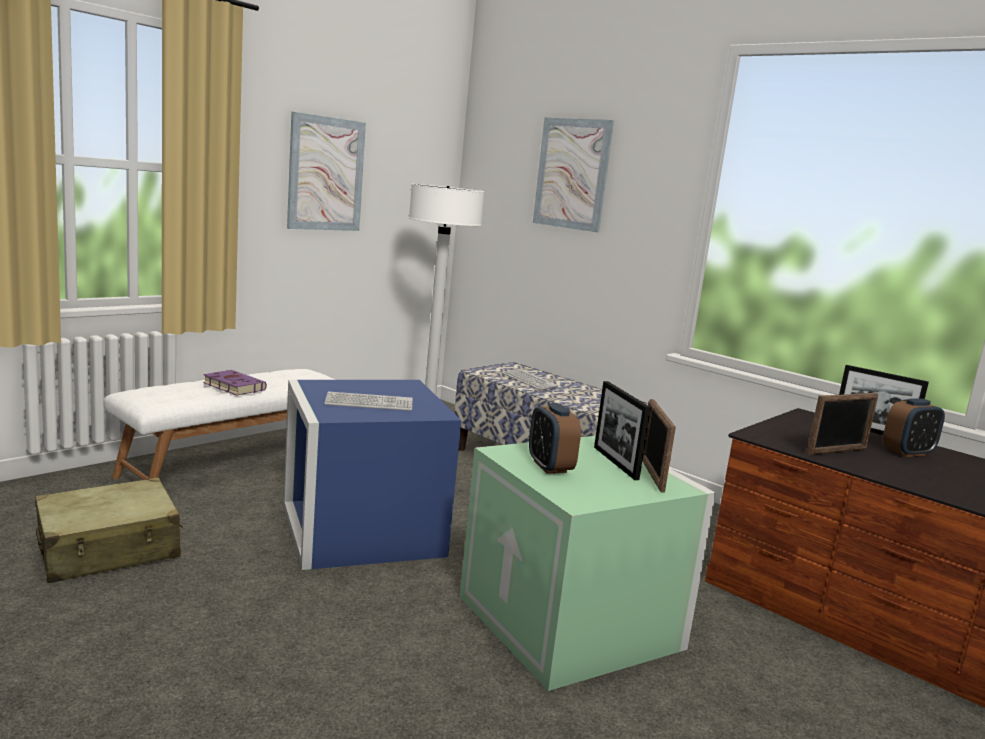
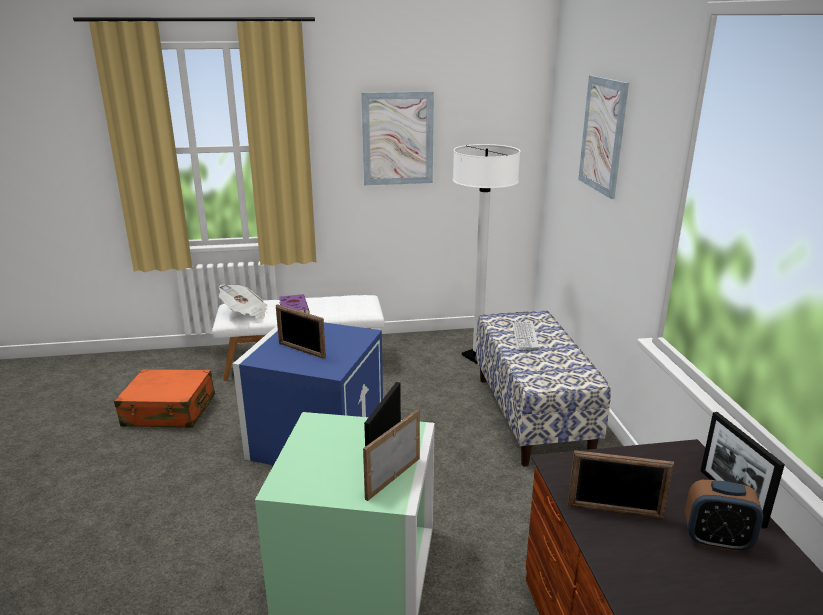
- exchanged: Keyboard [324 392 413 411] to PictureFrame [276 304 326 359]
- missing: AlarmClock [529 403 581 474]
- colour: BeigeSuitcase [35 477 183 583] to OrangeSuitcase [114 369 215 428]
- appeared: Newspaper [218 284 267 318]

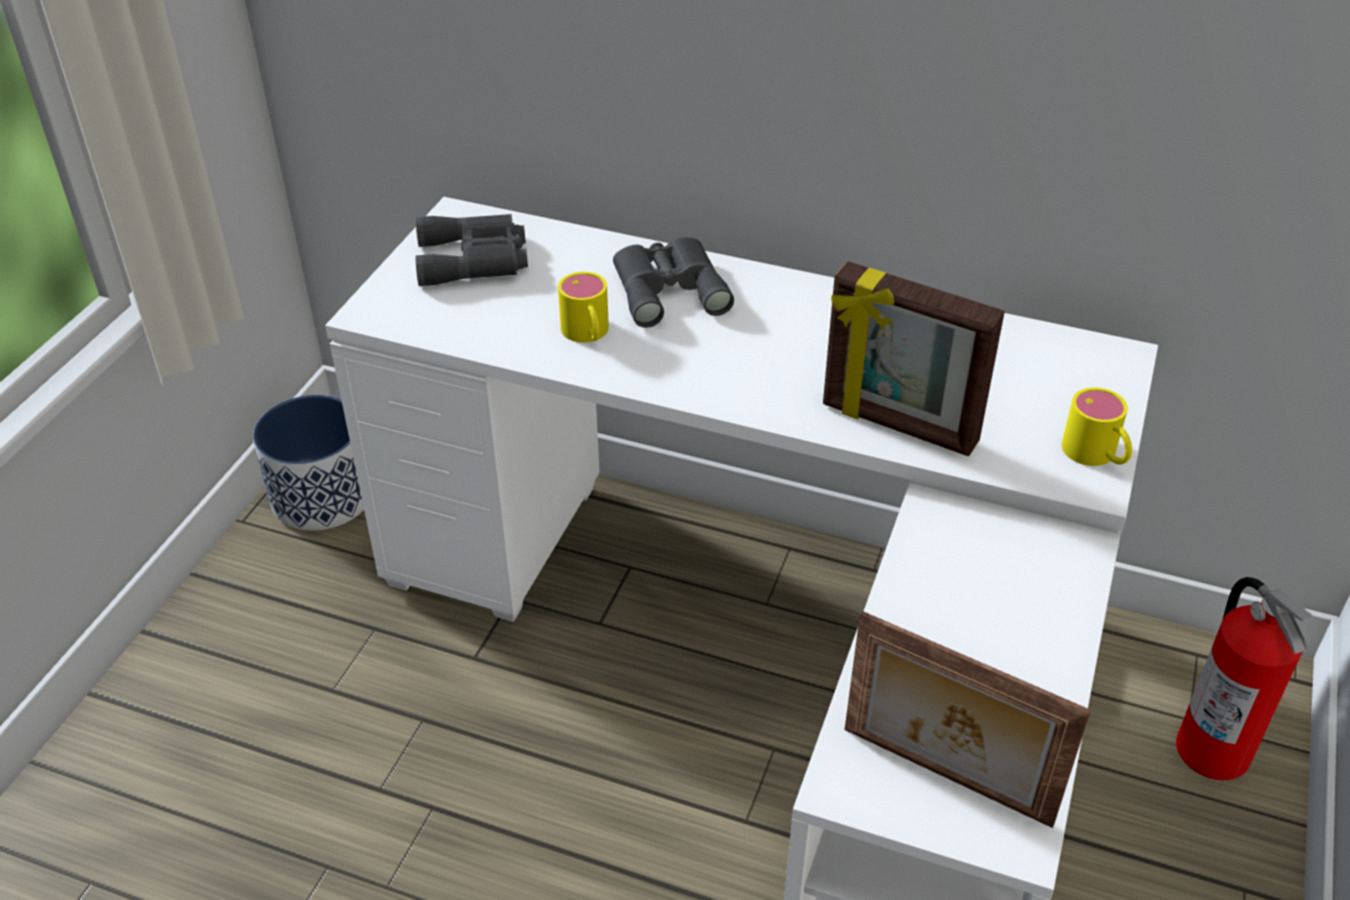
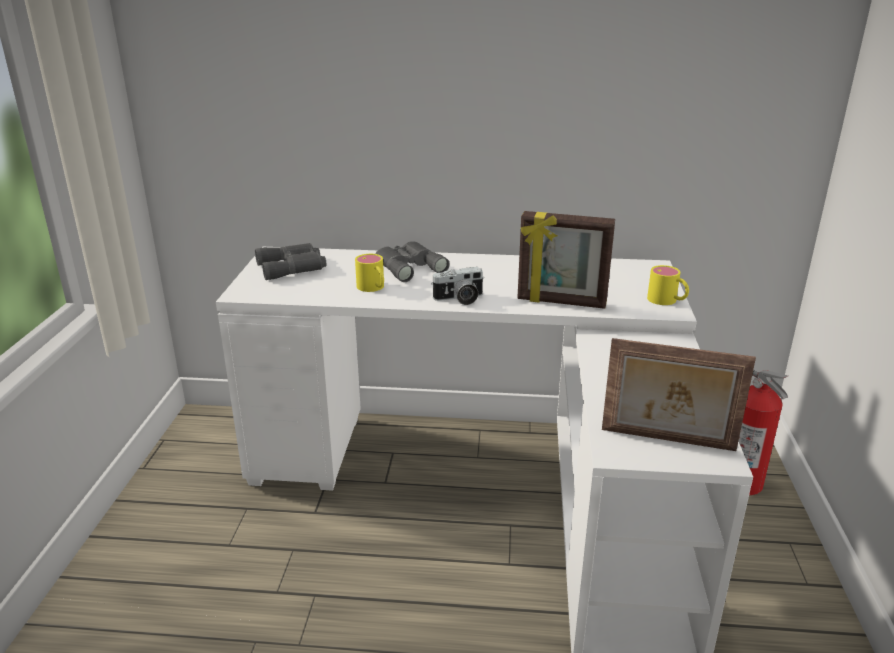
- missing: Planter [253 395 364 531]
- appeared: PhotoCamera [431 267 484 305]

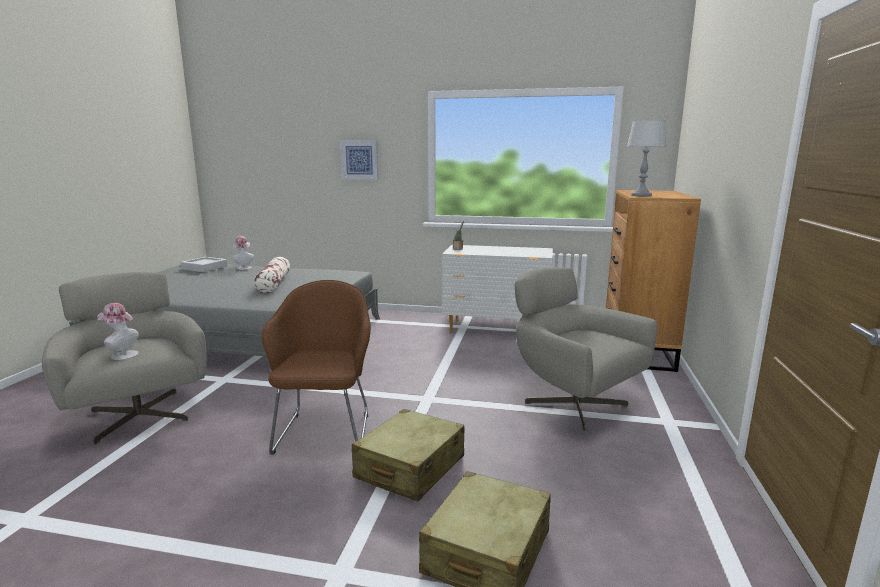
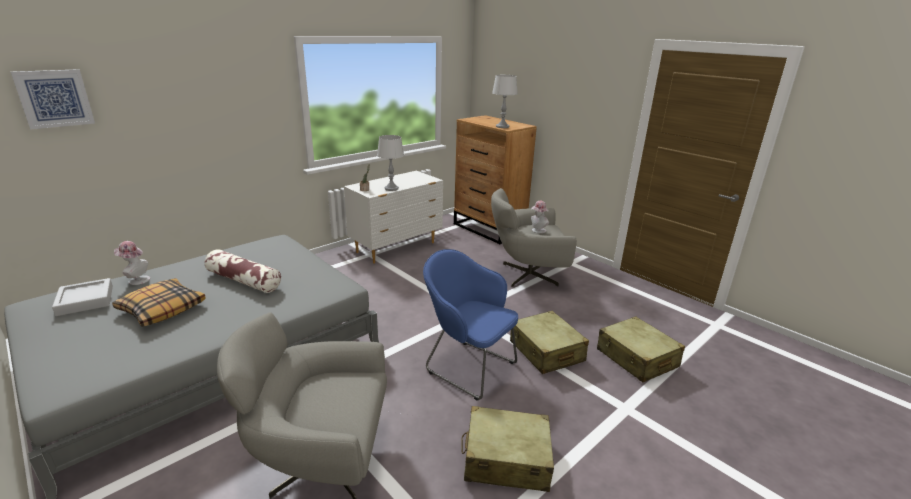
- relocated: Picture [340 140 378 179] to [11 69 95 129]
- colour: BrownArmchair [261 280 371 454] to BlueArmchair [423 249 518 401]
- relocated: Hat [97 303 139 360] to [531 201 549 233]
- appeared: GreyTableLamp [377 135 404 191]
- appeared: Pillow [112 278 206 327]
- appeared: BeigeSuitcase [462 406 554 492]

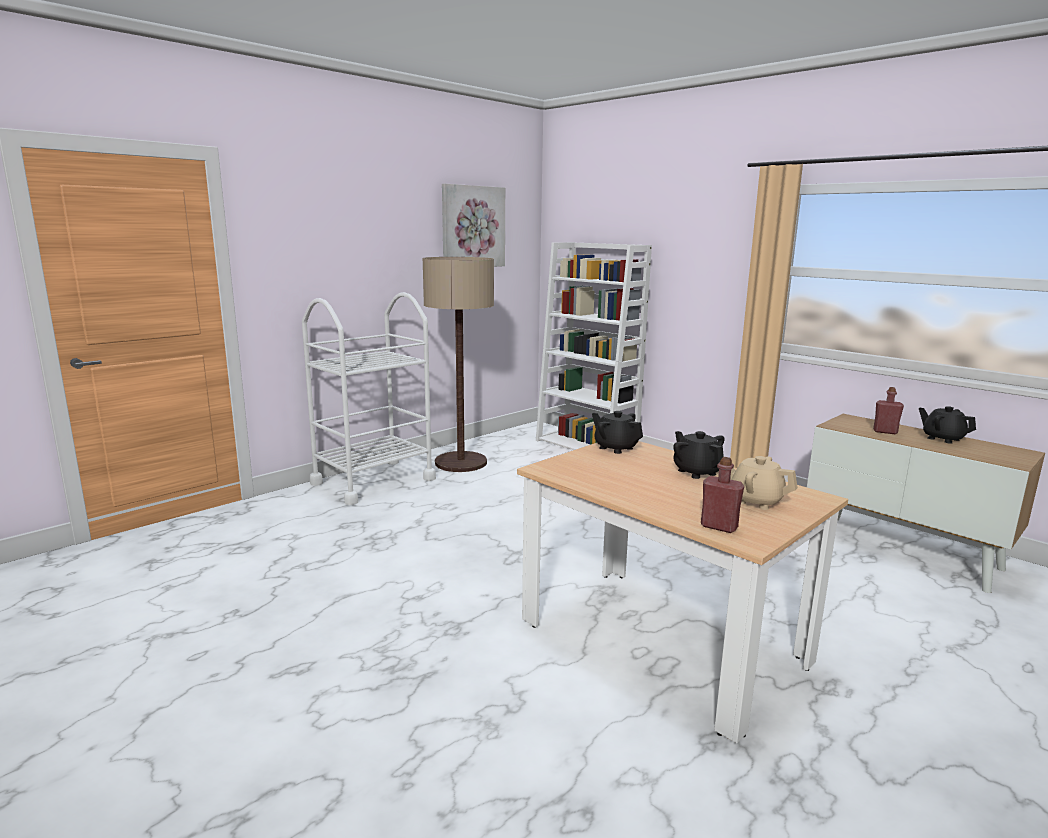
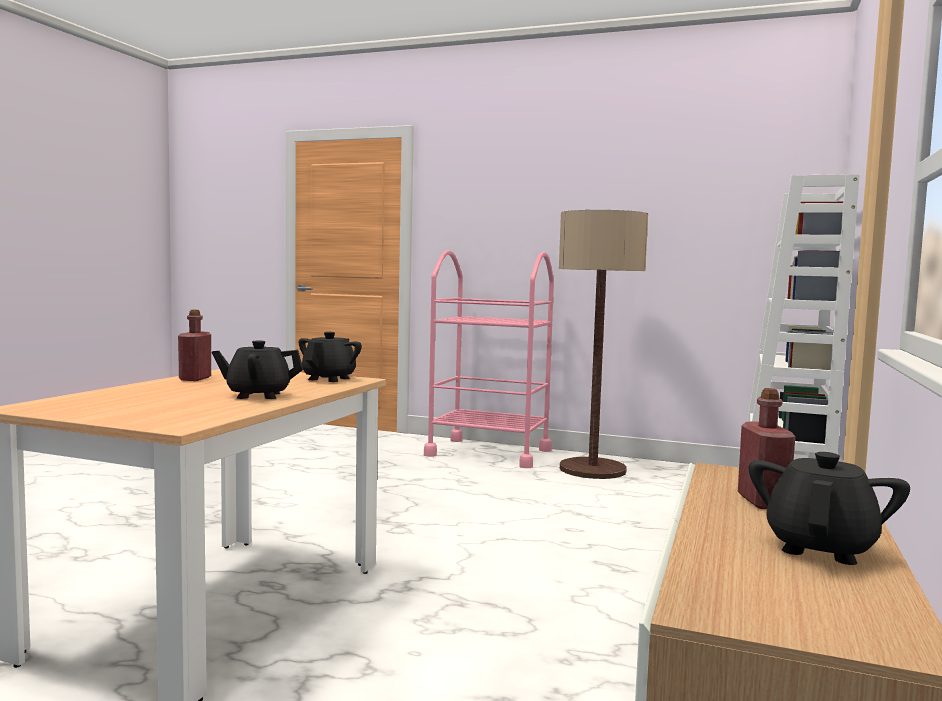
- missing: Picture [442 184 505 267]
- colour: WhiteCart [302 292 436 505] to PinkCart [424 250 554 468]
- spun: BlackTeapot [673 431 725 479] = [212 340 303 399] 135 degrees counterclockwise
- missing: BeigeTeapot [730 456 798 510]
- relocated: RedBottle [701 457 744 533] to [178 310 211 381]

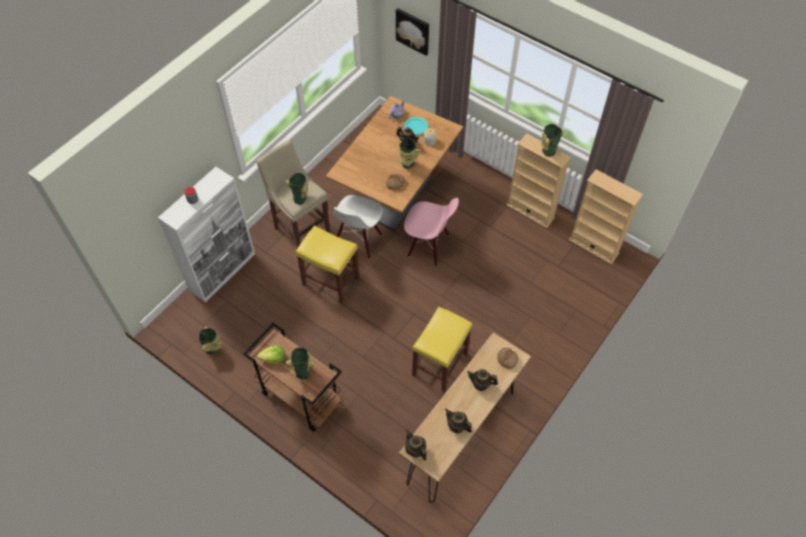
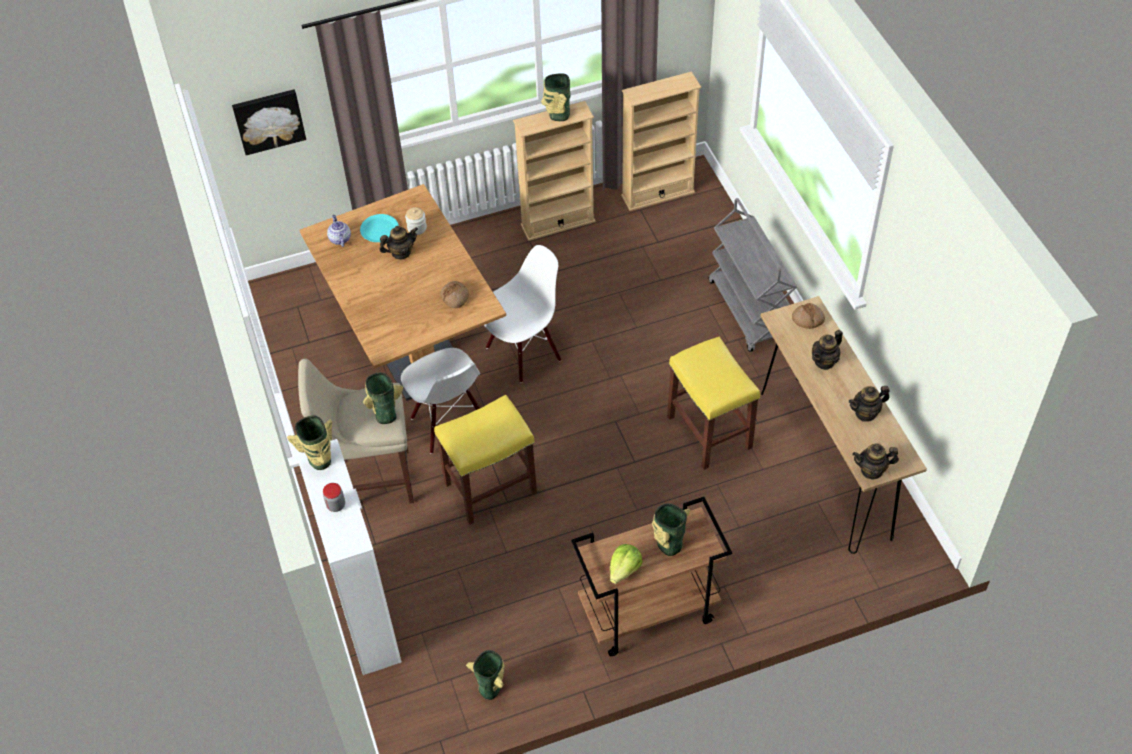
- relocated: Vase [399 138 421 169] to [287 415 332 470]
- colour: PinkChair [404 198 459 266] to WhiteChair [484 245 561 383]
- appeared: GreyCart [709 198 797 352]

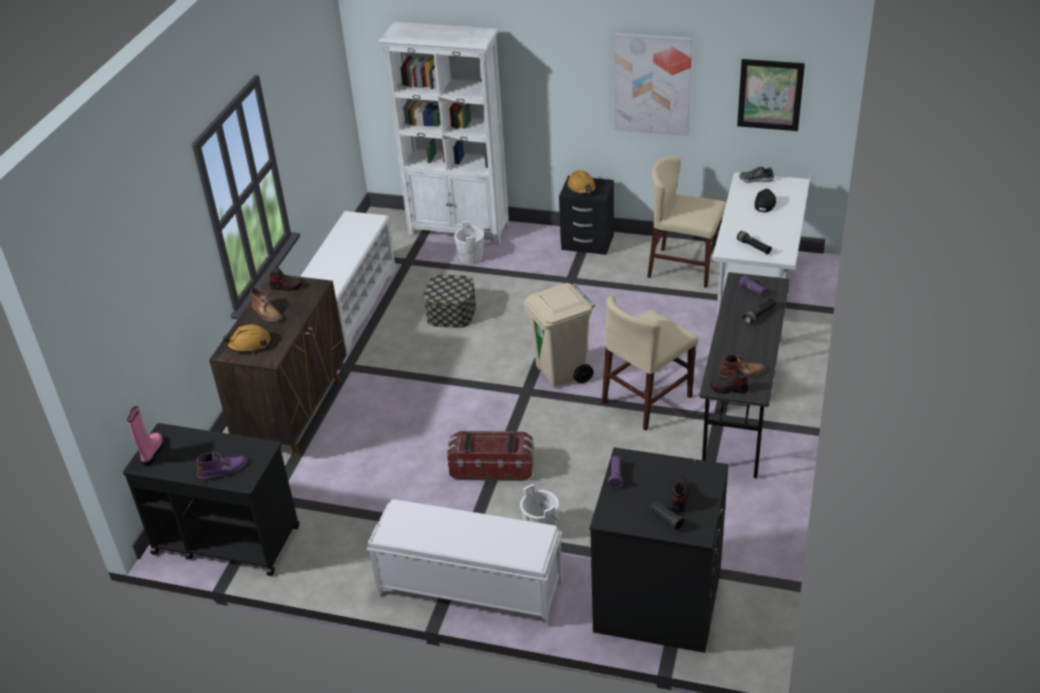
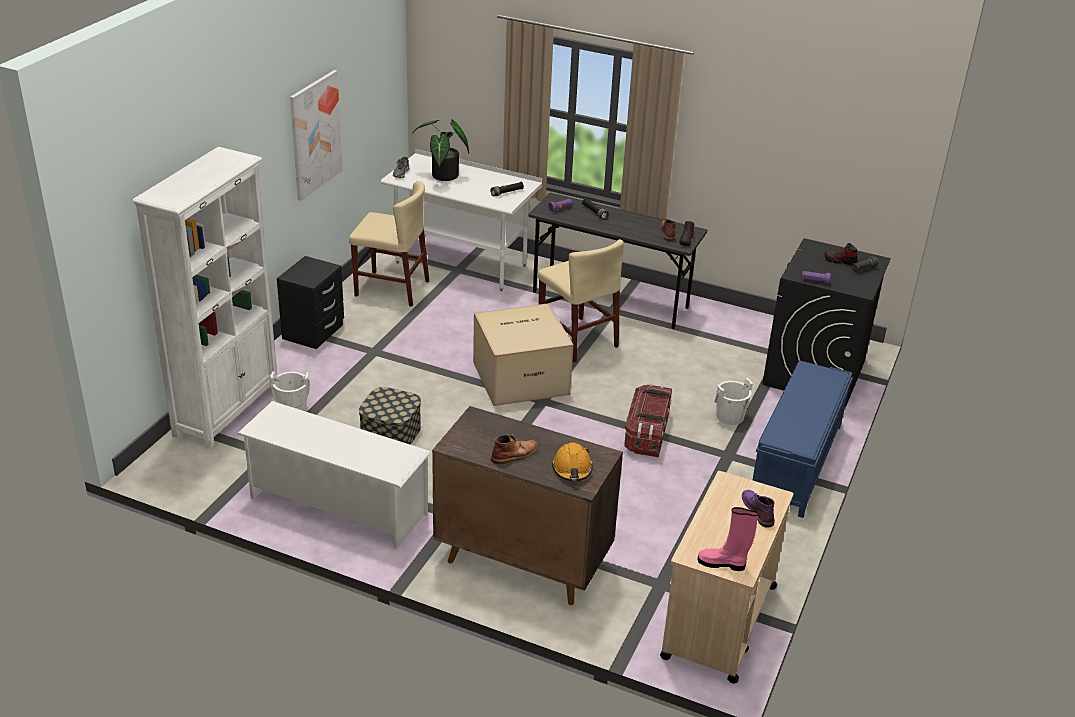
- missing: Picture [737 59 805 131]
- spun: BeigeChair [647 156 726 288] = [349 181 429 307] 105 degrees counterclockwise
- missing: OrangeHardHat [567 170 596 194]
- exchanged: BlackCap [755 189 776 212] to PottedPlant [412 119 469 181]
- missing: Shoe [269 268 303 291]
- exchanged: BeigeTrashCan [524 283 595 387] to CardboardBox [473 303 573 406]
- colour: BlackCart [123 423 300 576] to BeigeCart [660 471 793 683]
- colour: WhiteBench [367 499 563 627] to BlueBench [753 361 853 518]

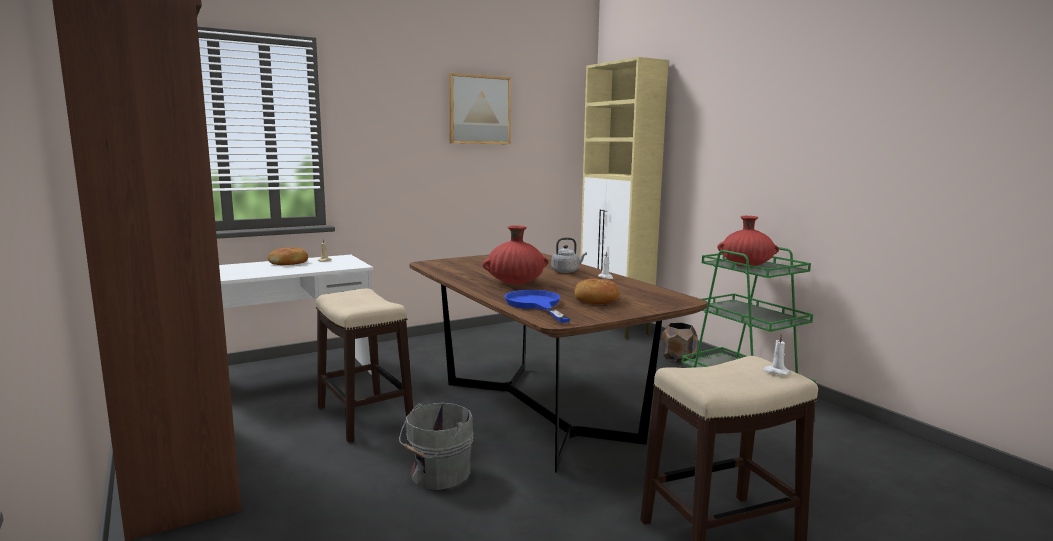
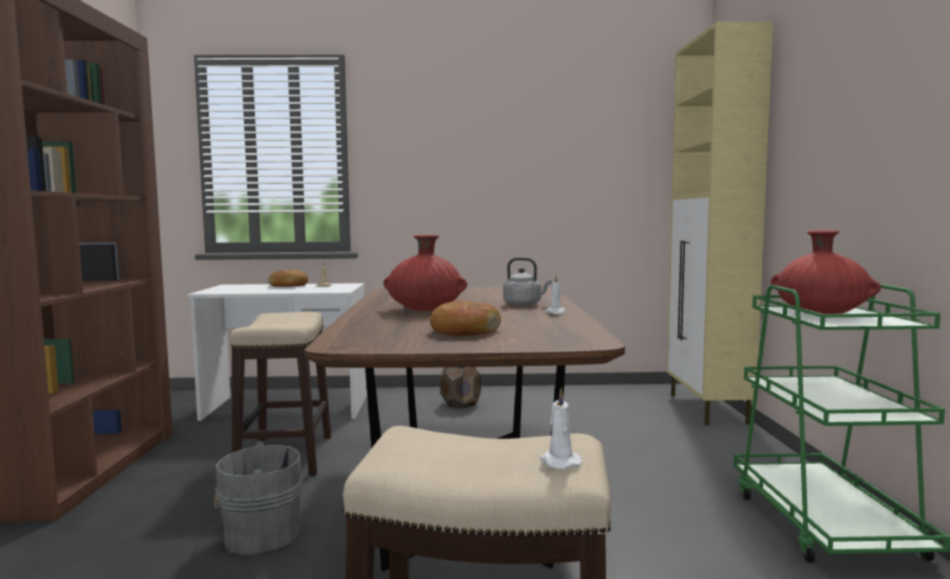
- missing: Picture [449 73 511 144]
- missing: BlueFryingPan [505 290 570 323]
- relocated: BrownPlanter [661 323 698 363] to [440 367 481 408]

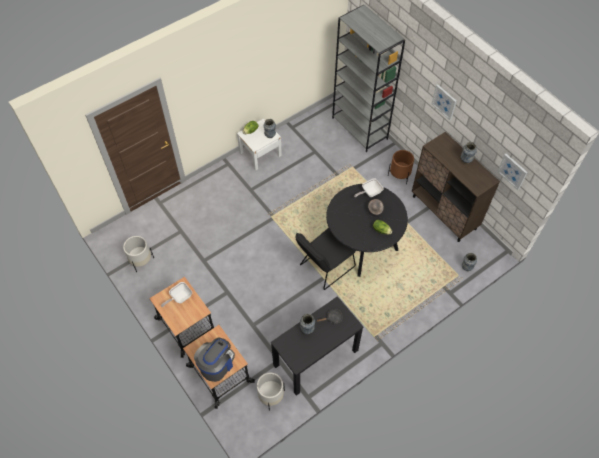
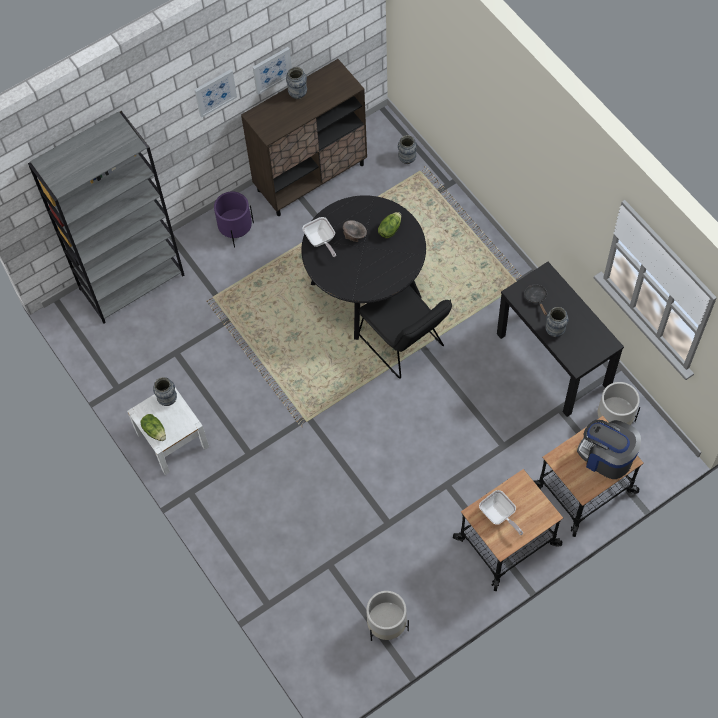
- colour: BrownPlanter [388 150 414 184] to PurplePlanter [214 191 254 248]
- relocated: Picture [497 154 527 190] to [253 47 292 95]

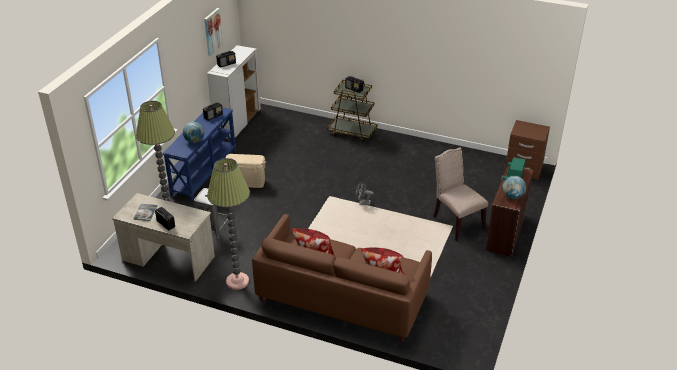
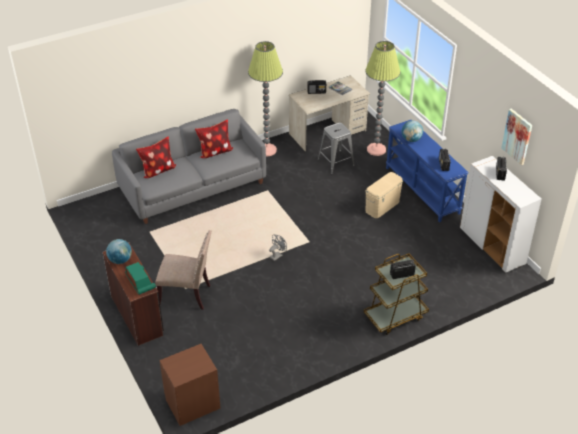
- colour: BrownSofa [252 214 432 342] to GreySofa [112 109 266 224]

